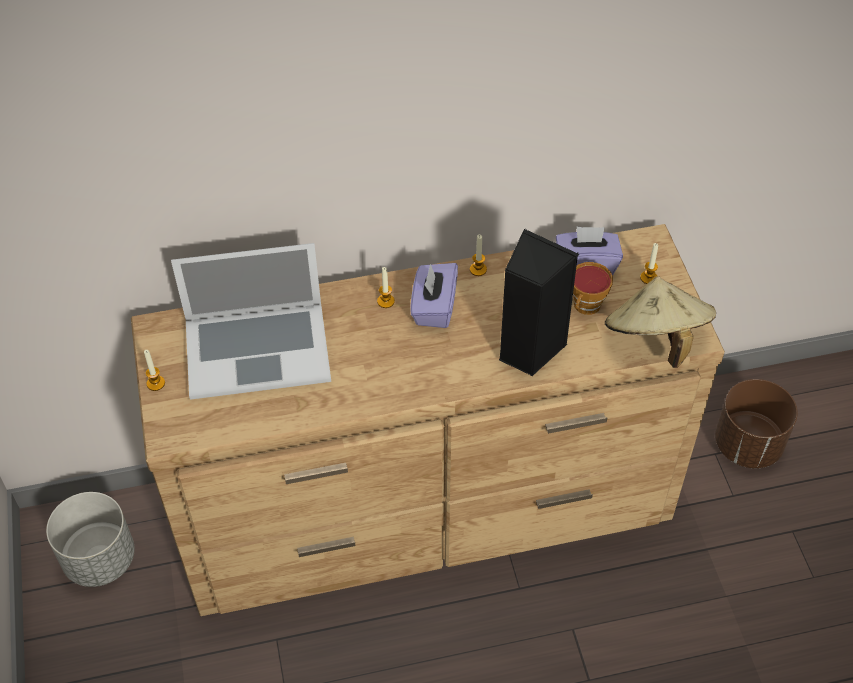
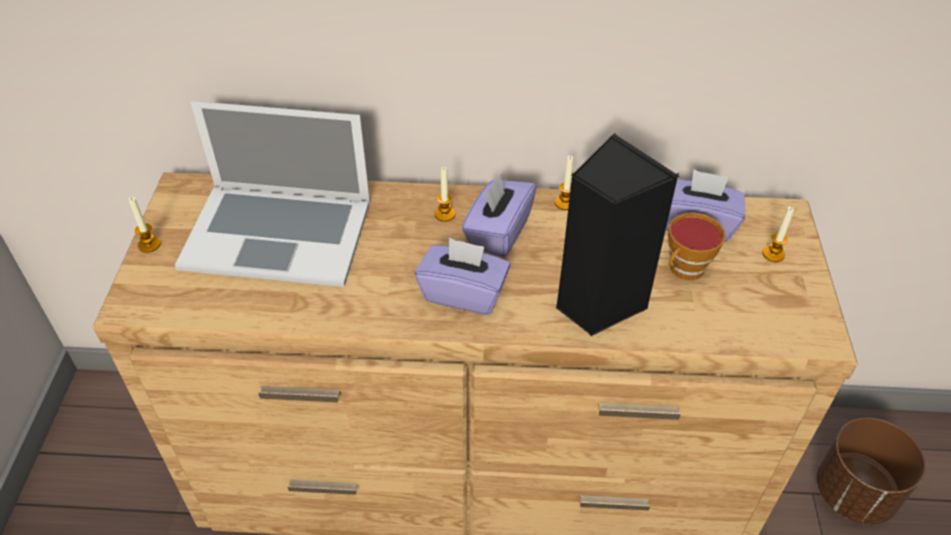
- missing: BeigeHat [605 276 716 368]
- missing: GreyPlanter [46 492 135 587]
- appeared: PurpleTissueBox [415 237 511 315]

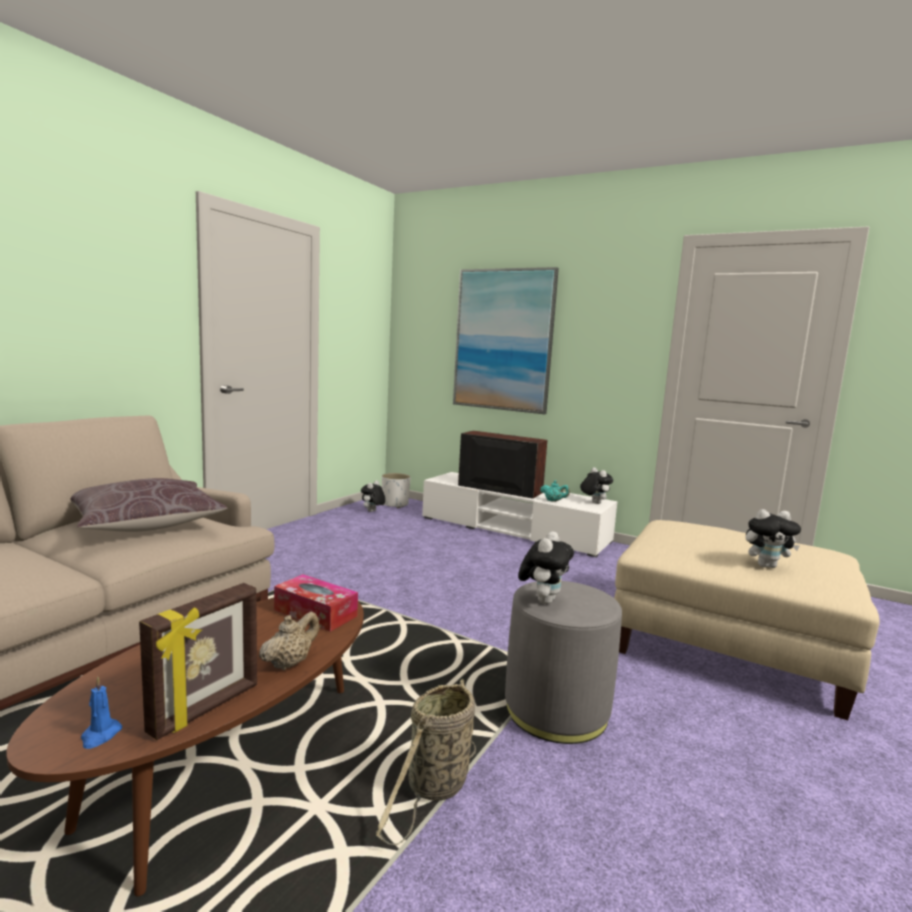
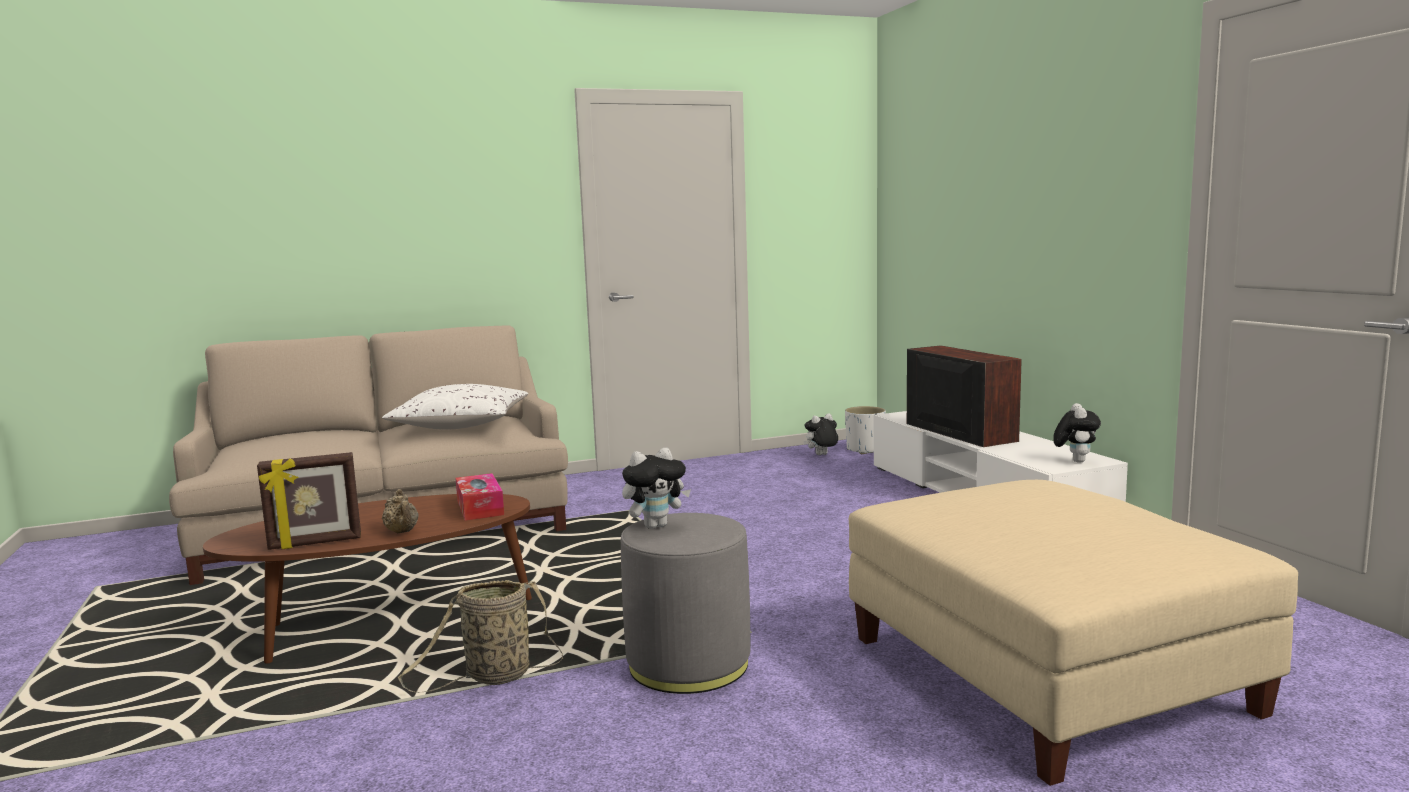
- missing: Picture [453 267 559 414]
- colour: BrownPillow [71 478 227 532] to WhitePillow [382 384 528 429]
- missing: TurquoiseTeapot [540 481 570 502]
- missing: PlushToy [746 509 801 568]
- spun: BeigeTeapot [259 612 319 670] = [382 489 419 533] 75 degrees clockwise
- missing: BlueCandle [81 677 122 749]

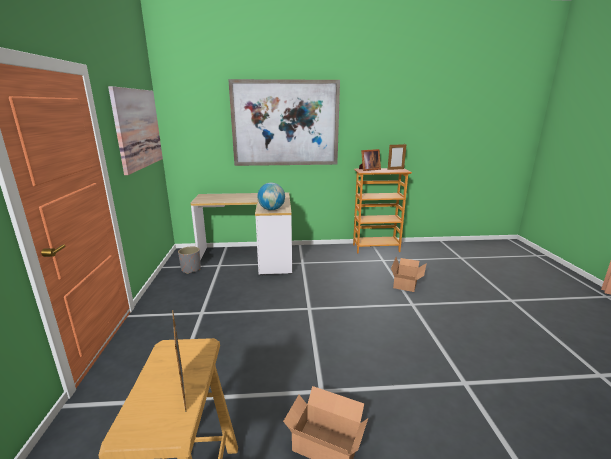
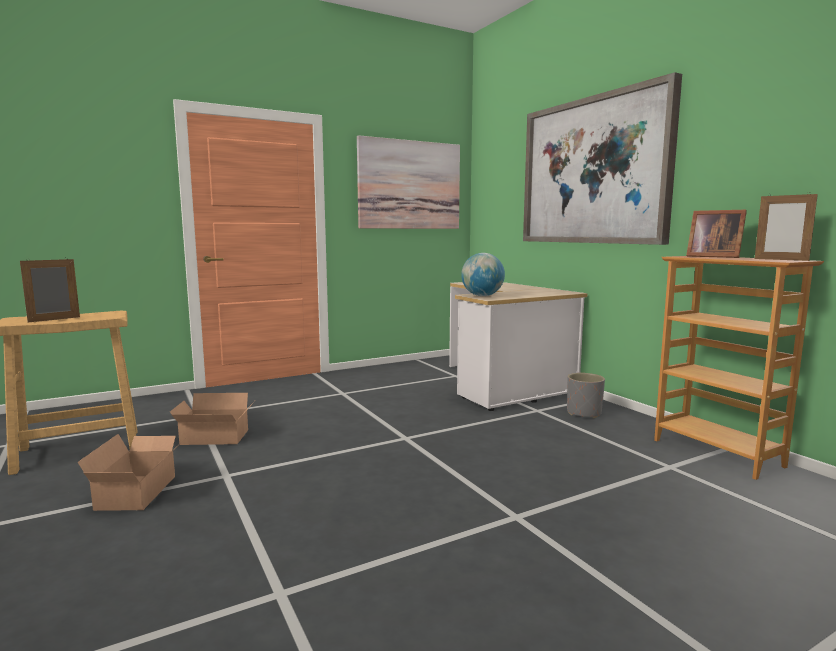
- relocated: GreyPlanter [178 246 201 274] to [567 373 605 418]
- relocated: CardboardBox [391 257 427 292] to [170 393 255 445]

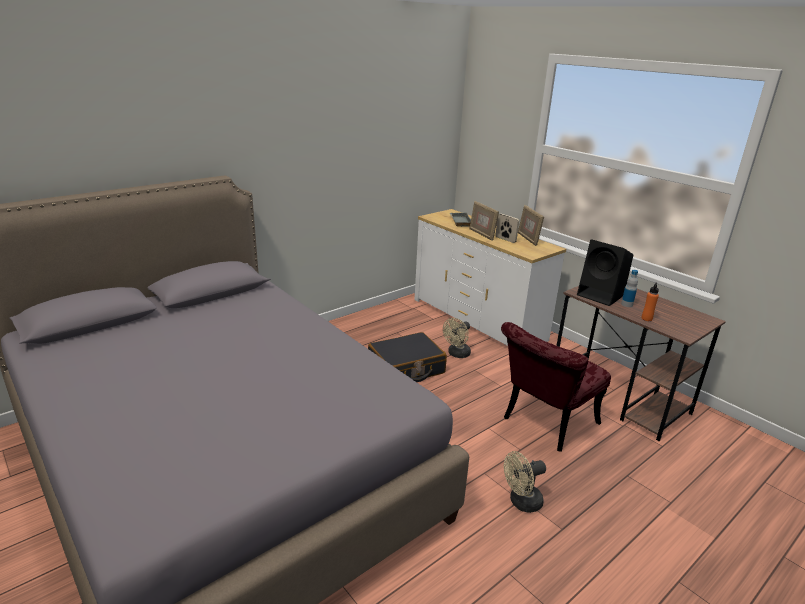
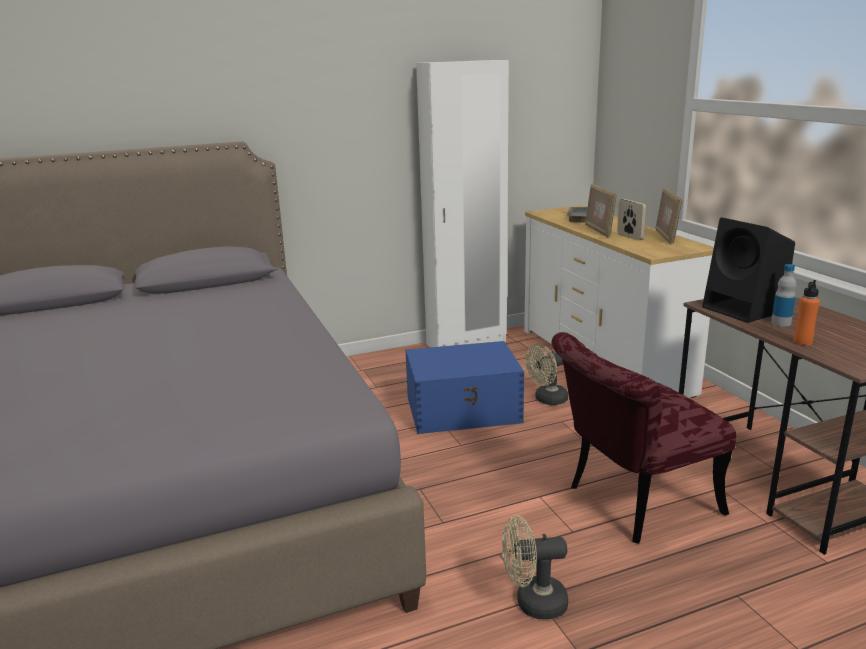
- exchanged: BlackSuitcase [368 332 447 382] to BlueStorageBox [405 341 524 434]
- appeared: WhiteWardrobe [416 60 509 347]

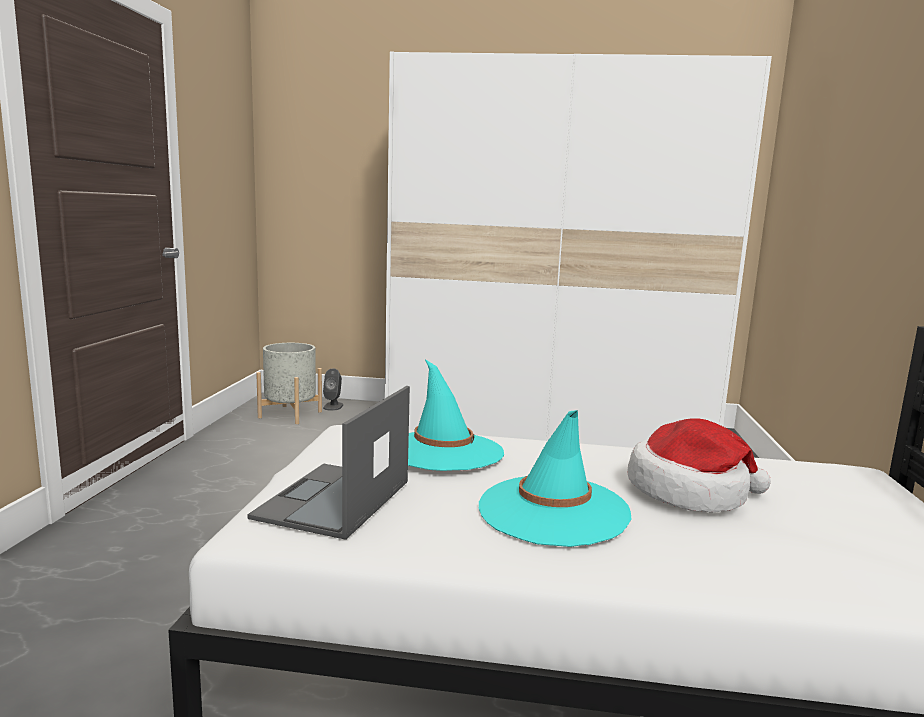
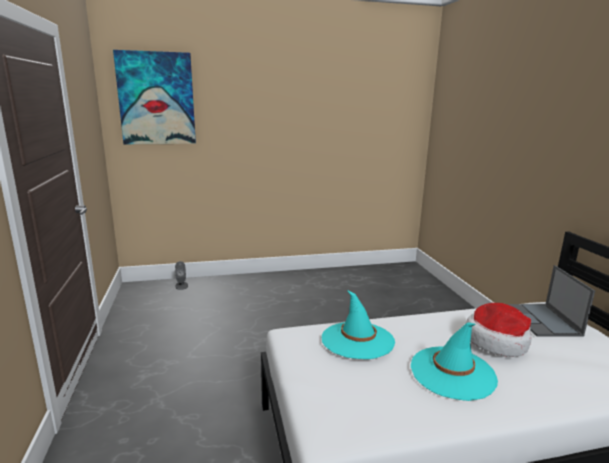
- missing: WhiteWardrobe [385 51 772 448]
- missing: GreyPlanter [256 343 322 424]
- relocated: Laptop [247 386 410 540] to [507 265 595 337]
- appeared: Picture [113 50 196 144]

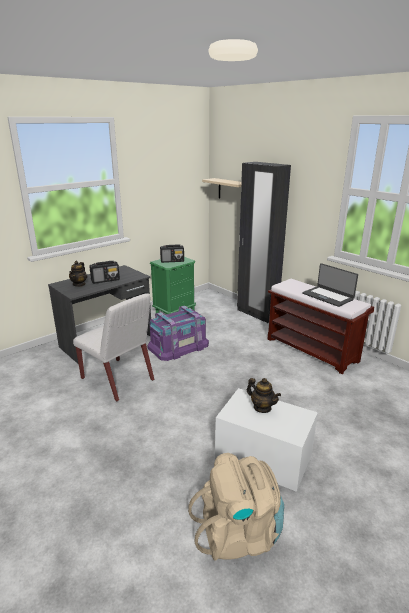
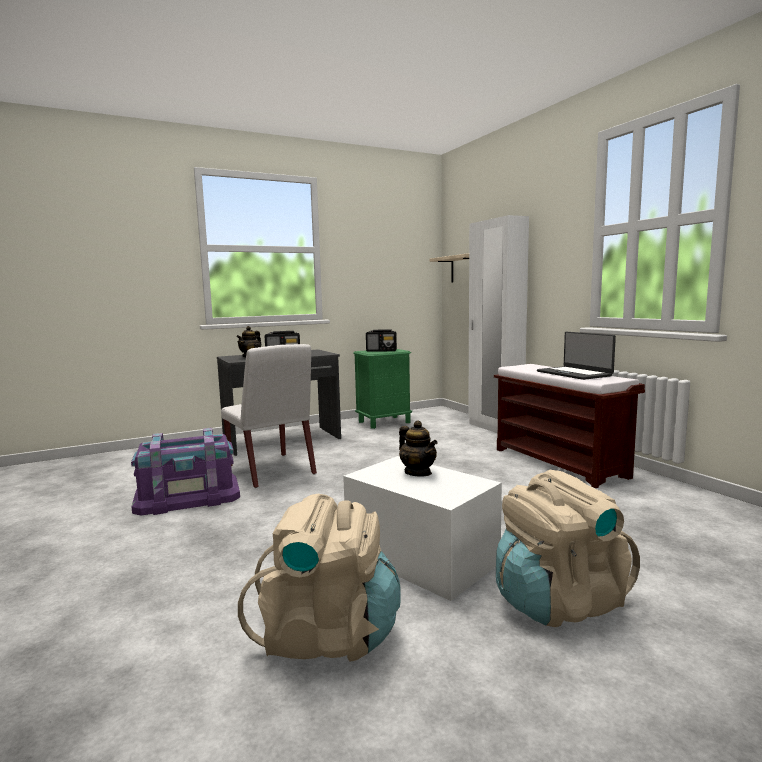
- colour: BlackWardrobe [237 162 291 323] to WhiteWardrobe [468 215 529 433]
- relocated: PurpleStorageBox [148 306 209 361] to [131 428 240 516]
- appeared: BeigeBackpack [496 470 640 627]

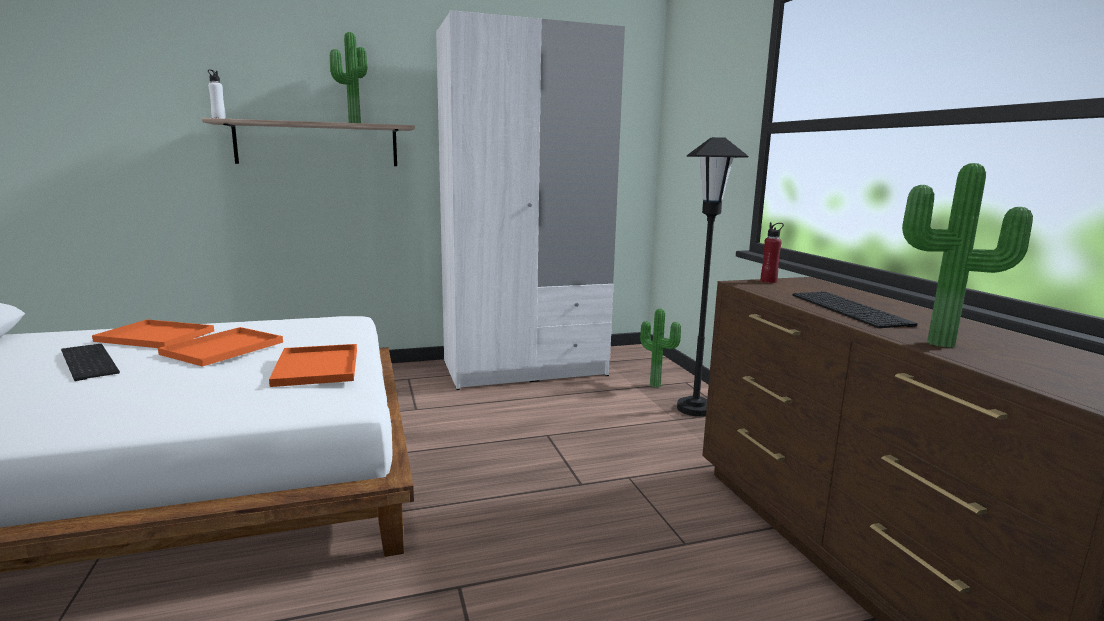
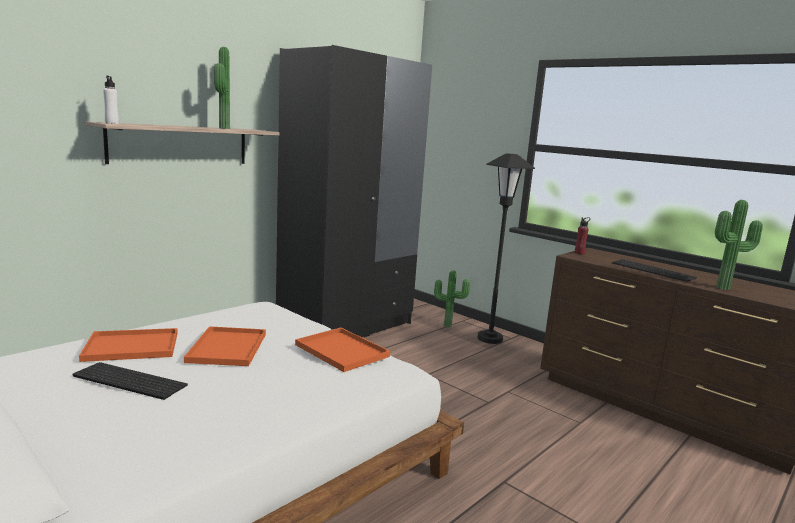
- colour: WhiteWardrobe [436 10 625 390] to BlackWardrobe [276 45 432 337]

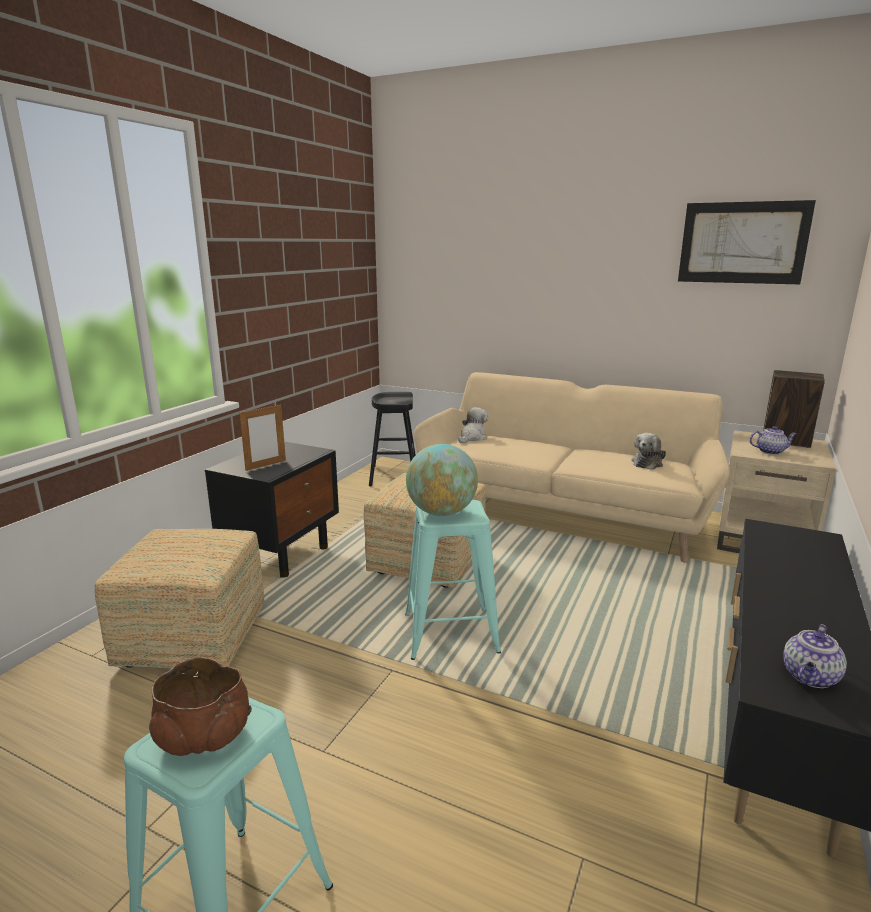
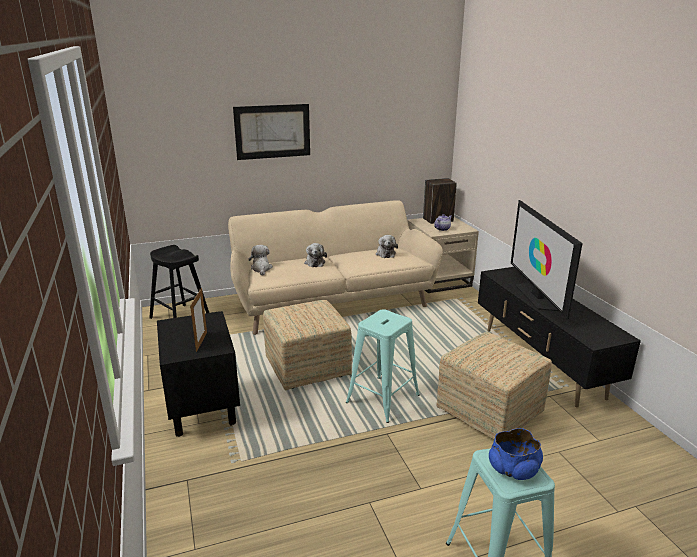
- relocated: Picture [678 200 816 284] to [233 104 310 160]
- missing: Globe [406 444 478 516]
- relocated: Ottoman [95 529 265 668] to [436 332 552 440]
- missing: Teapot [783 624 847 688]
- colour: BrownBowl [149 657 252 756] to BlueBowl [489 428 543 480]
- appeared: Television [511 200 583 319]
- appeared: PlushToy [304 243 327 267]

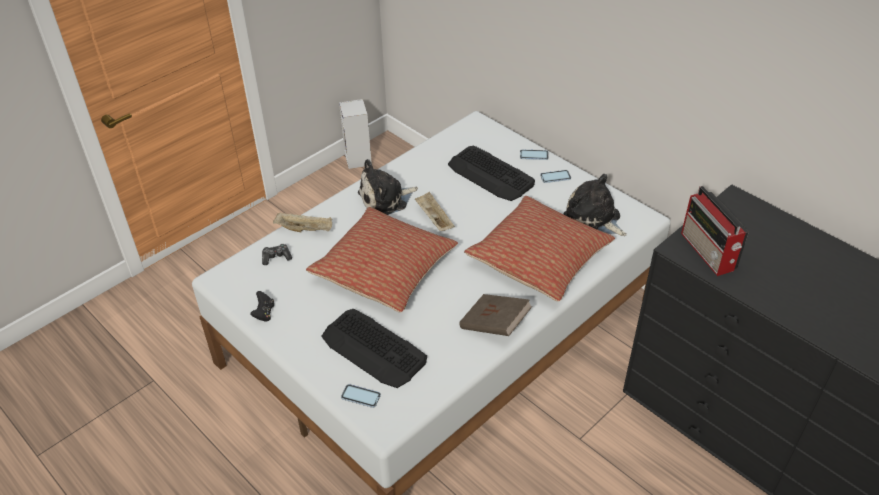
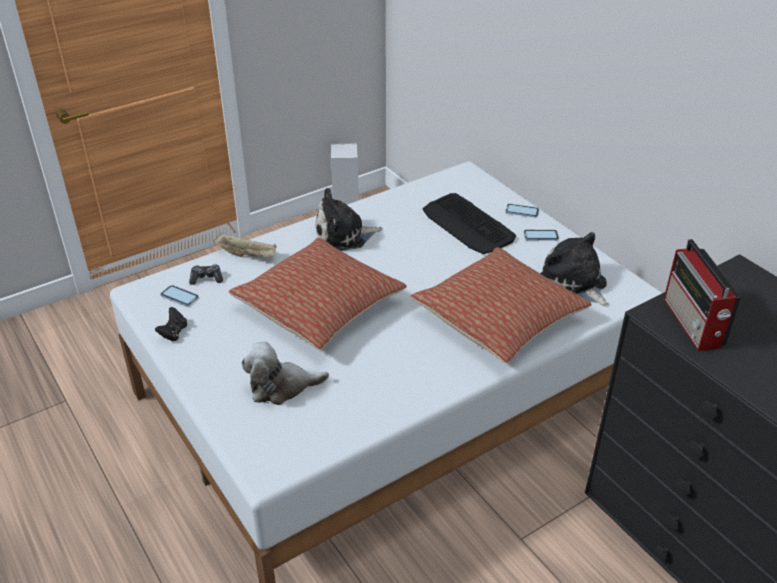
- missing: BeigeTray [415 192 455 231]
- missing: BrownBook [459 294 532 336]
- exchanged: Keyboard [322 309 427 388] to PlushToy [241 342 329 405]
- relocated: Phone [341 384 381 408] to [161 285 199 306]

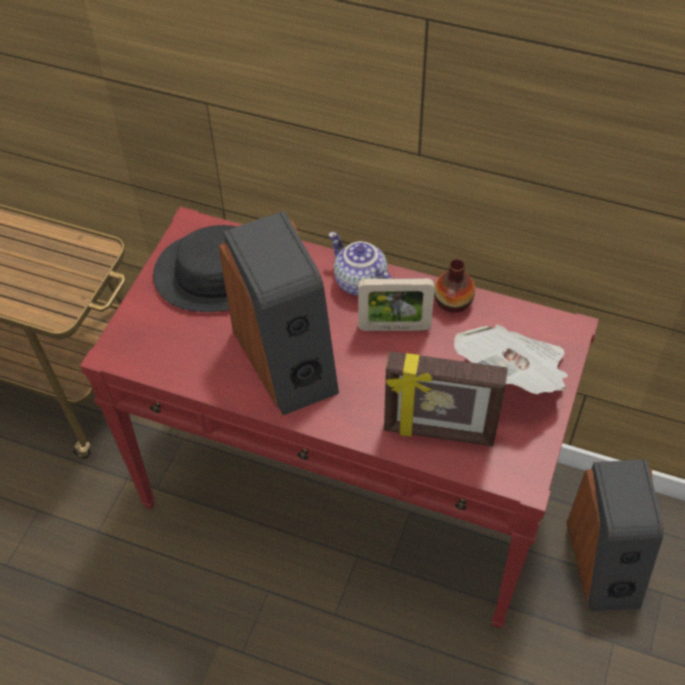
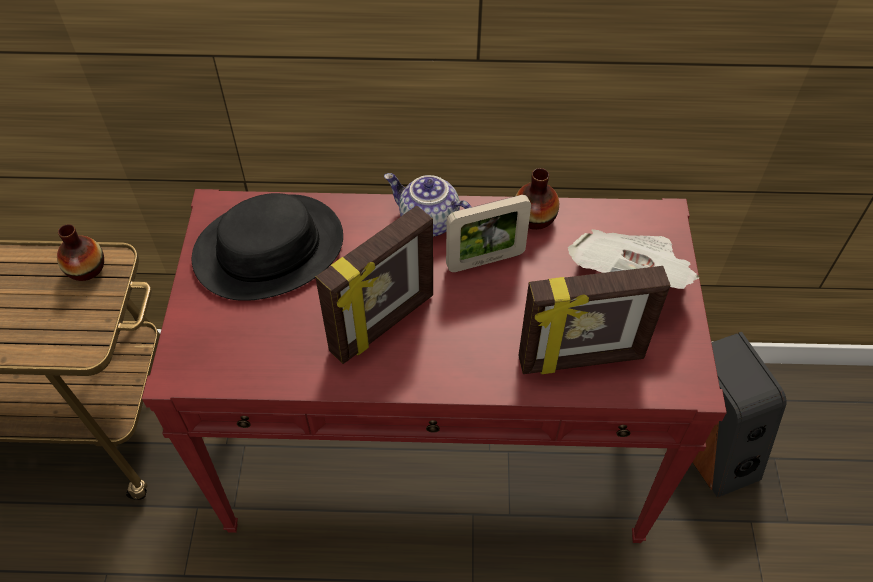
- exchanged: Speaker [219 211 339 415] to PictureFrame [315 206 433 364]
- appeared: Vase [57 224 104 281]

